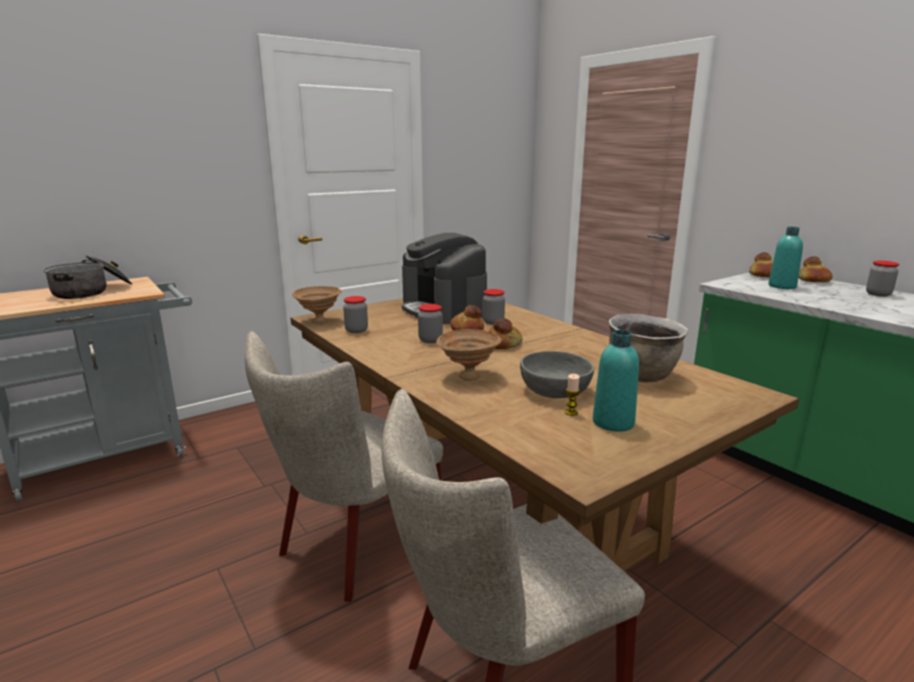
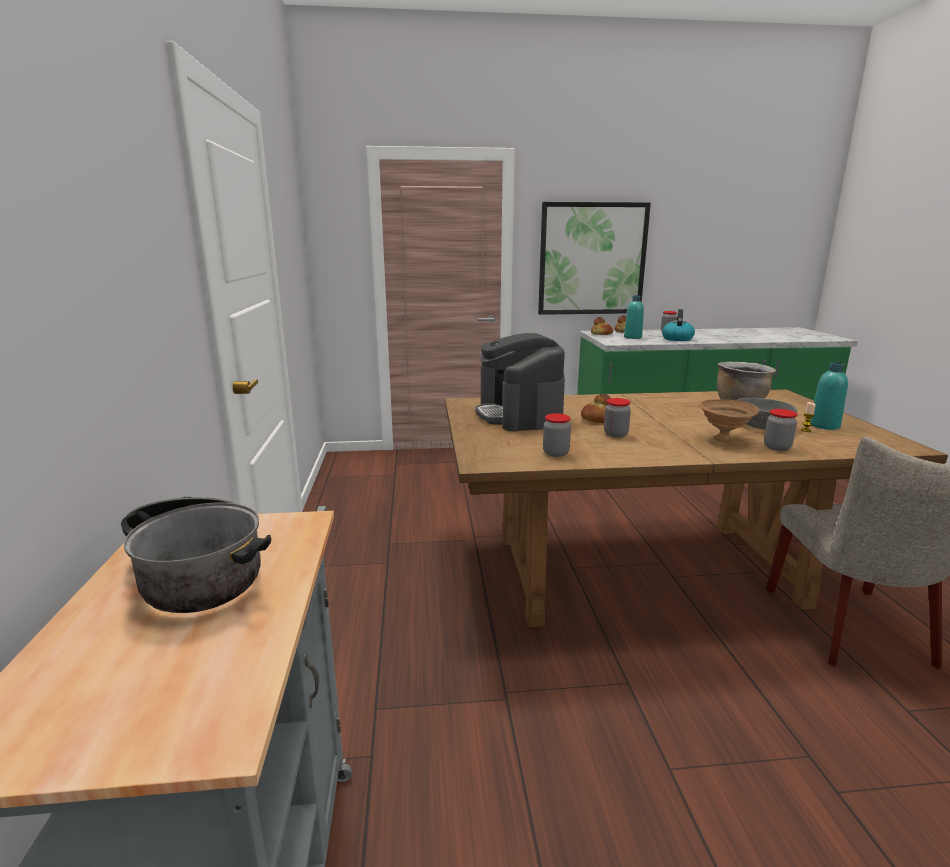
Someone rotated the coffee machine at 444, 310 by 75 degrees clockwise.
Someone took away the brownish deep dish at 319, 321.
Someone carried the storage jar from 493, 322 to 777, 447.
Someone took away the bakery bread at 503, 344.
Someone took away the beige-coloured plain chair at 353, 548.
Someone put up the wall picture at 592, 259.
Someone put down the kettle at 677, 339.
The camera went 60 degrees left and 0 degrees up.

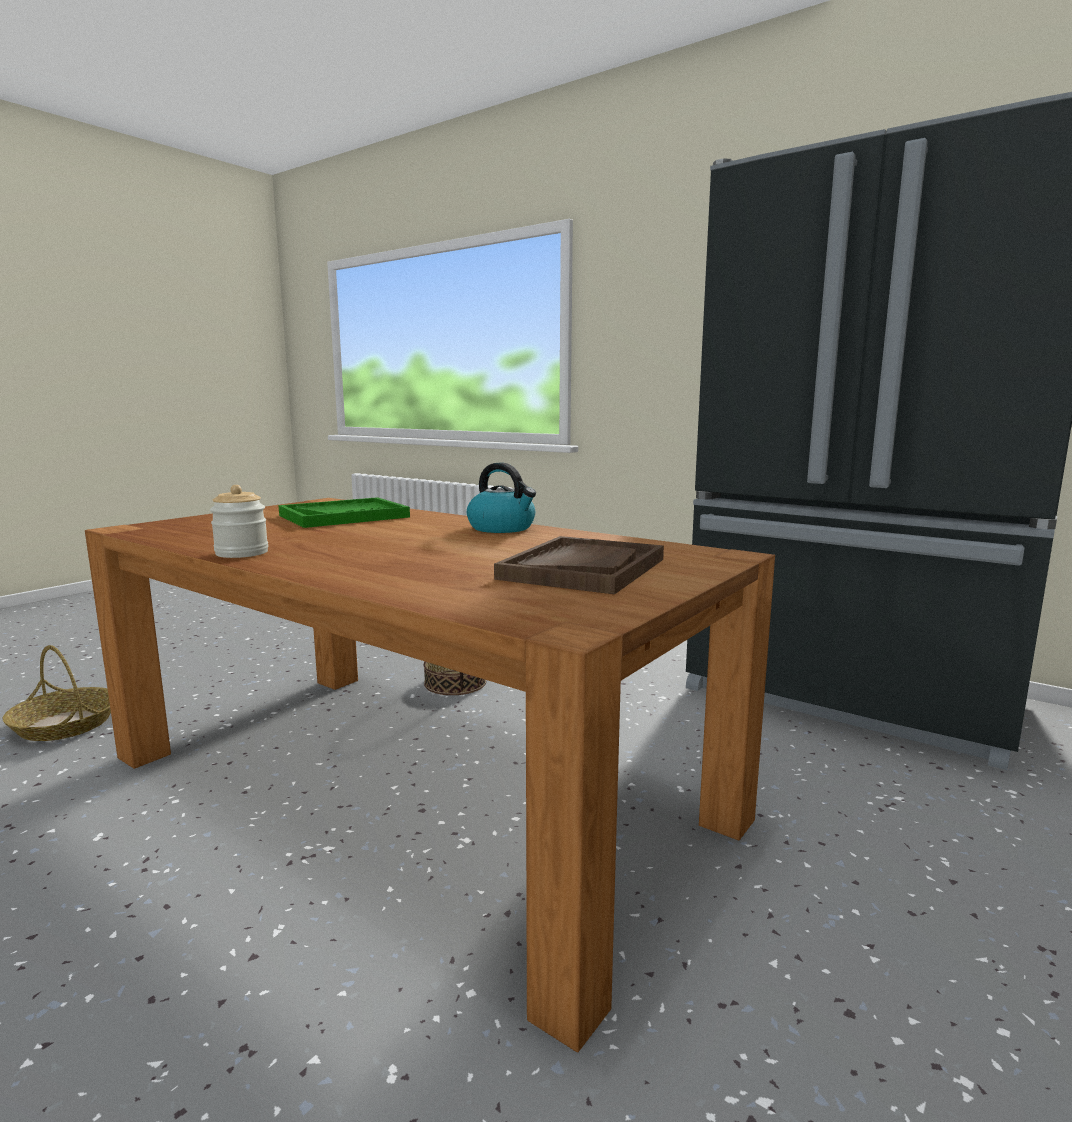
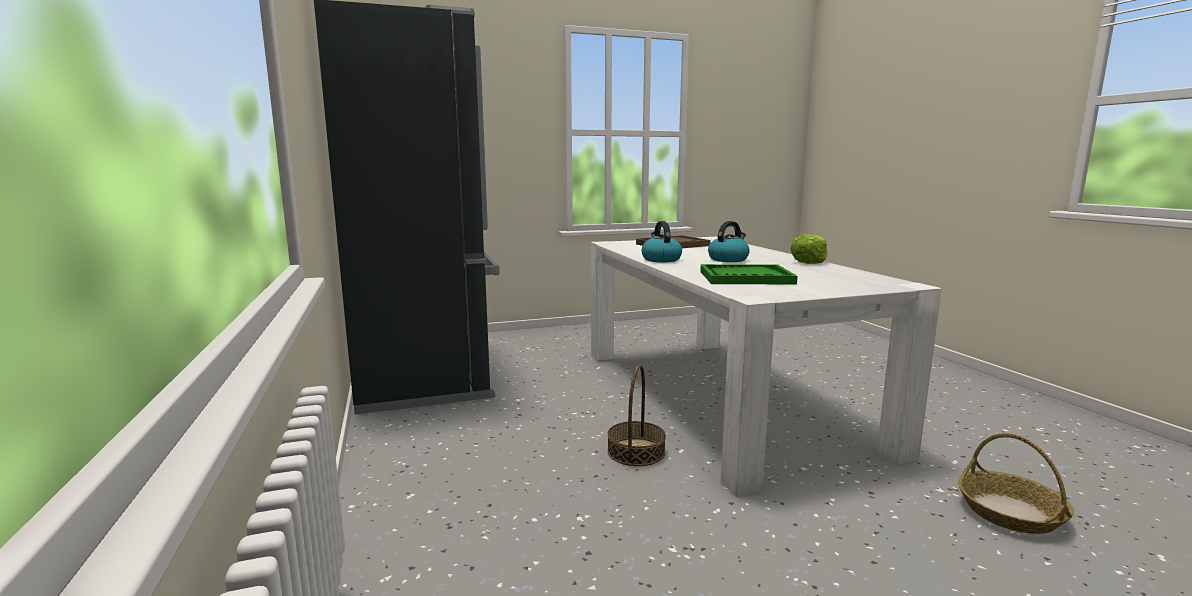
Someone swapped the storage jar at 242, 553 for the lettuce at 809, 262.
Someone repainted the brownish dinner table at 410, 787, which became the white dinner table at 719, 396.
Someone put down the kettle at 728, 259.
The camera went 145 degrees left and 0 degrees up.

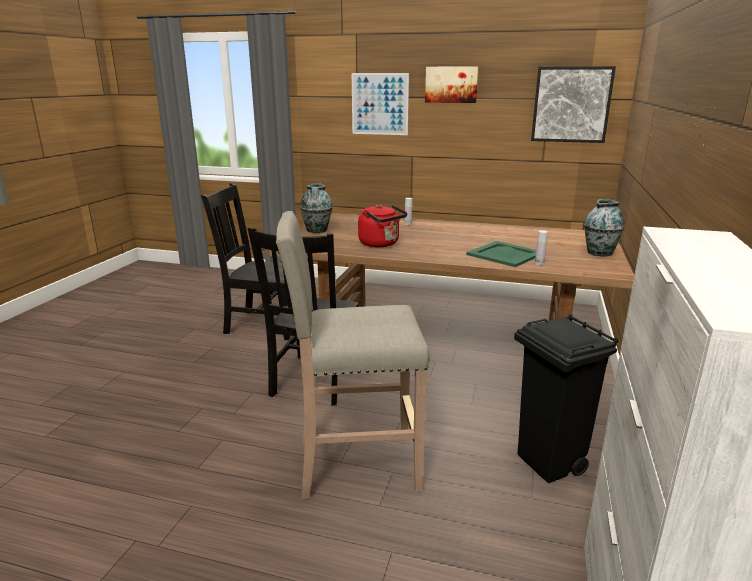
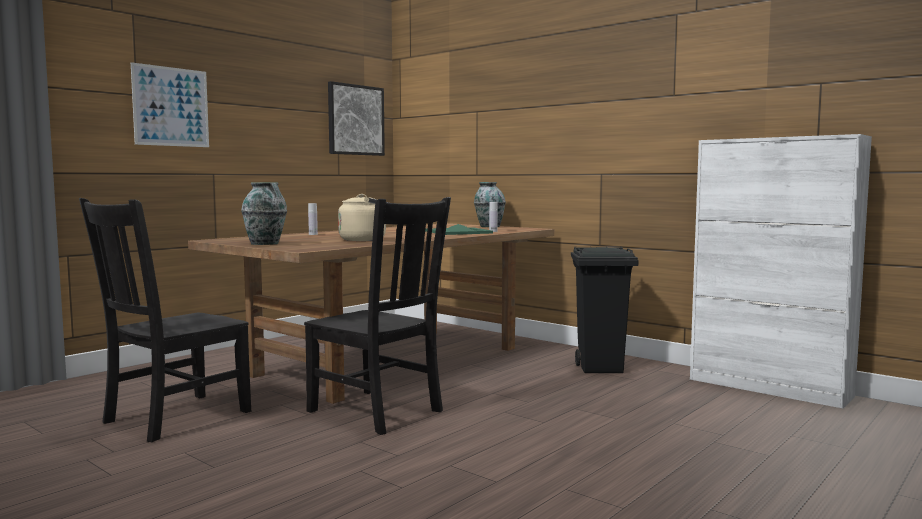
Someone took away the wall picture at 451, 84.
Someone repainted the red kettle at 381, 244, which became the beige-coloured kettle at 366, 240.
Someone took away the beige-coloured stool at 355, 463.
The camera went 65 degrees left and 15 degrees down.

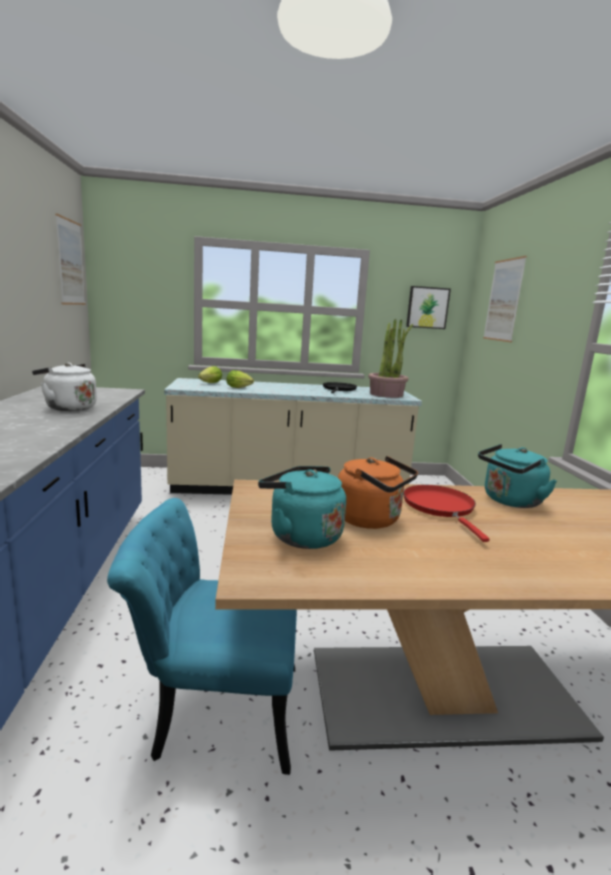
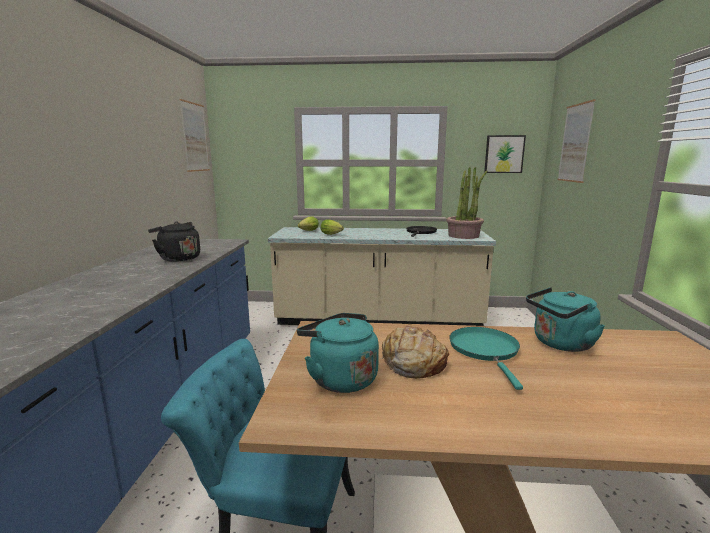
Someone repainted the white kettle at 68, 408, which became the black-coloured kettle at 178, 258.
Someone swapped the orange kettle at 371, 520 for the bakery bread at 412, 363.
Someone repainted the red pan at 440, 508, which became the turquoise pan at 485, 350.
The camera went 10 degrees right and 0 degrees up.

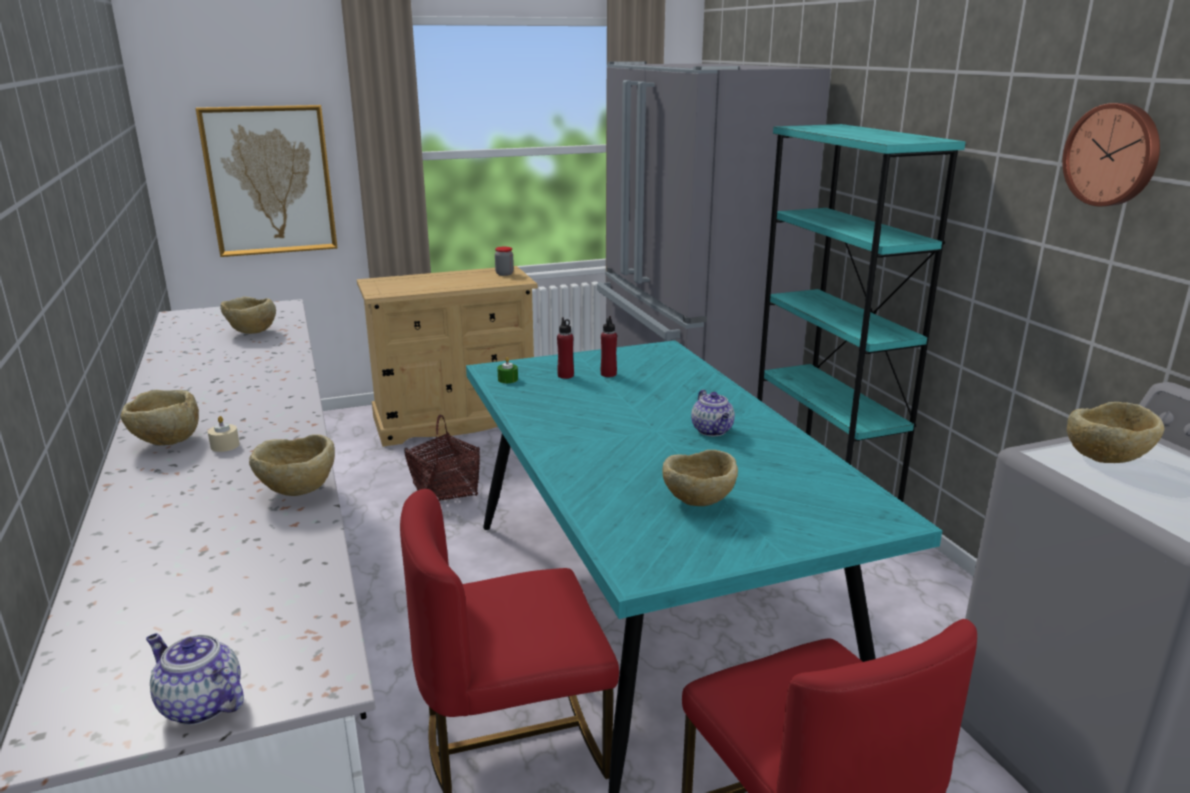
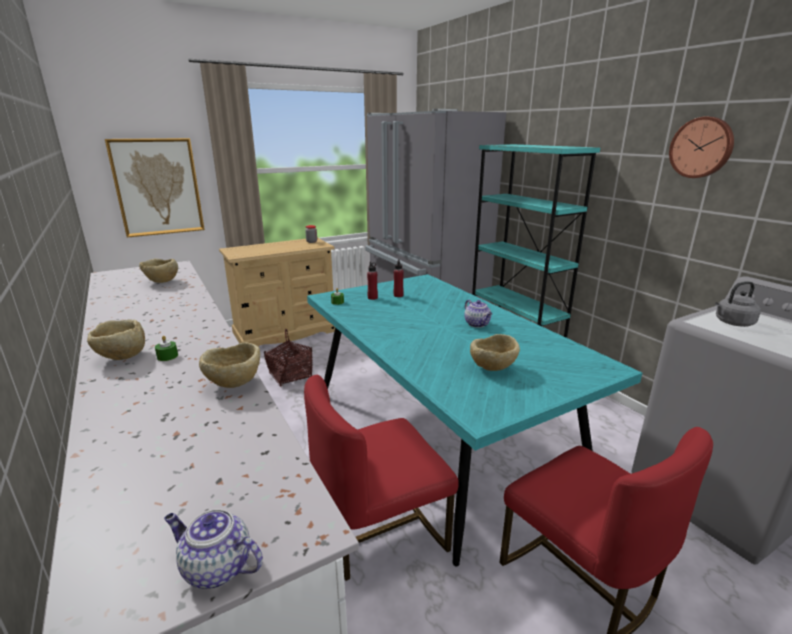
Someone swapped the beige-coloured deep dish at 1105, 461 for the greyish kettle at 732, 323.
Someone repainted the beige-coloured wax light at 225, 445, which became the green-coloured wax light at 167, 356.
The camera went 10 degrees left and 0 degrees up.

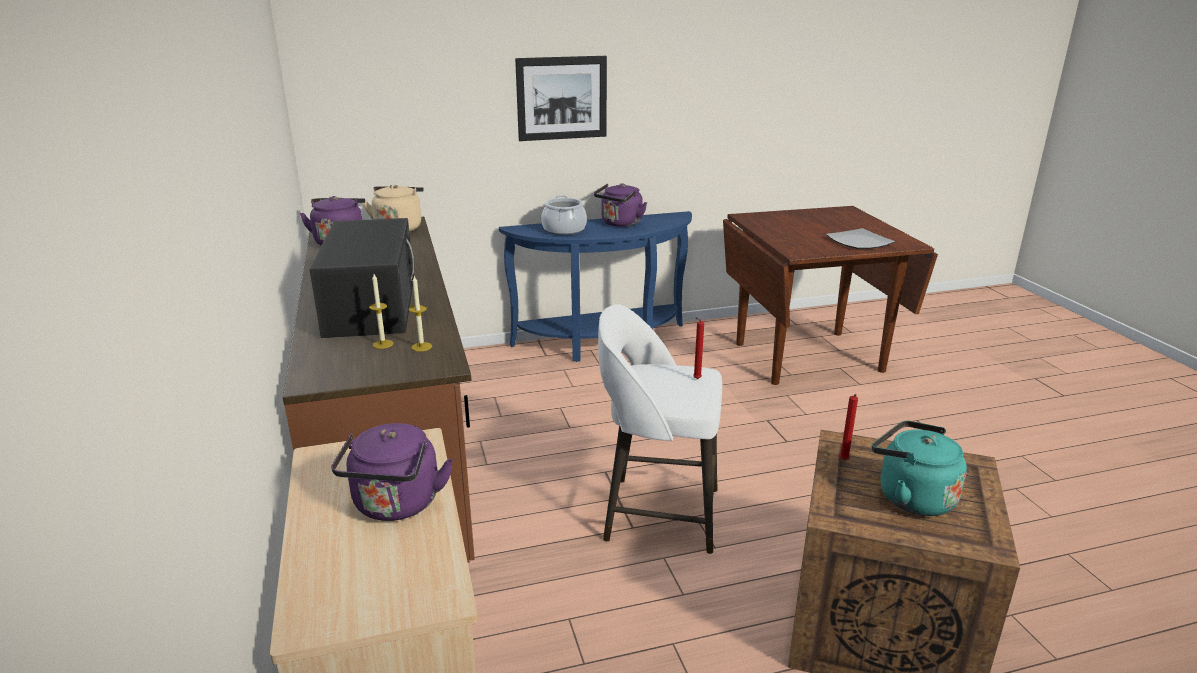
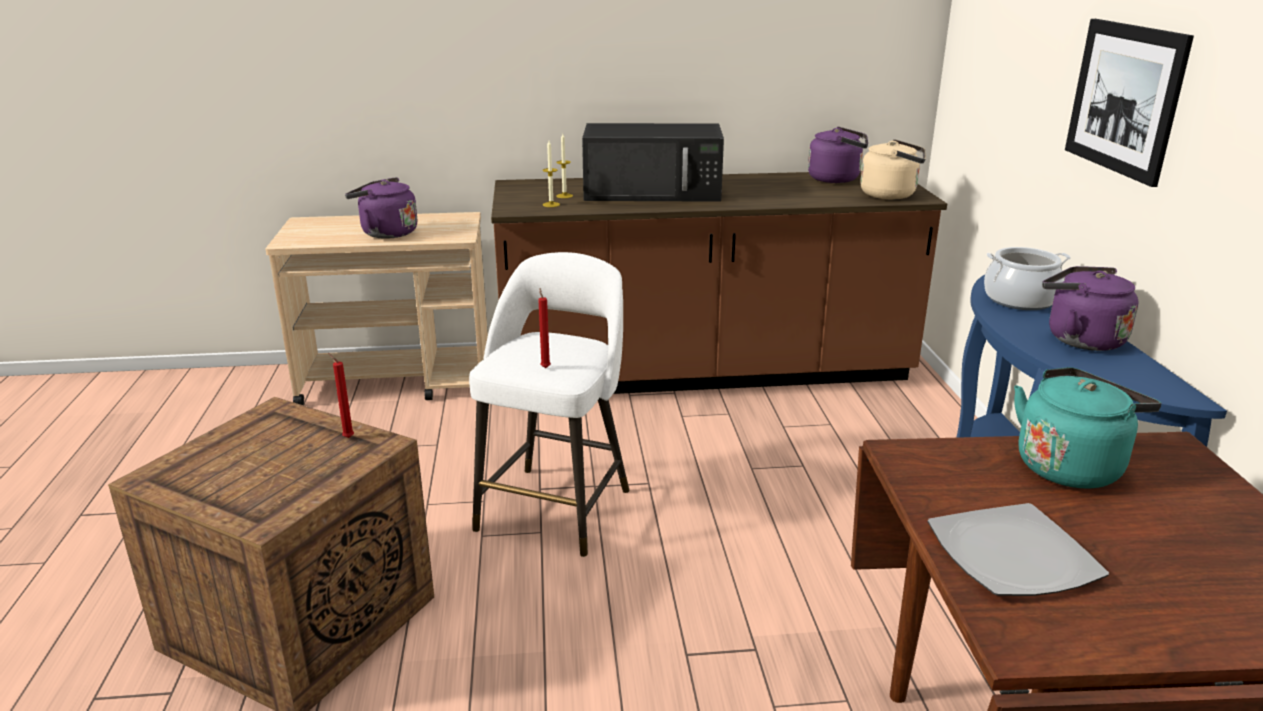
Someone carried the turquoise kettle from 910, 497 to 1071, 466.
The camera went 100 degrees right and 0 degrees up.

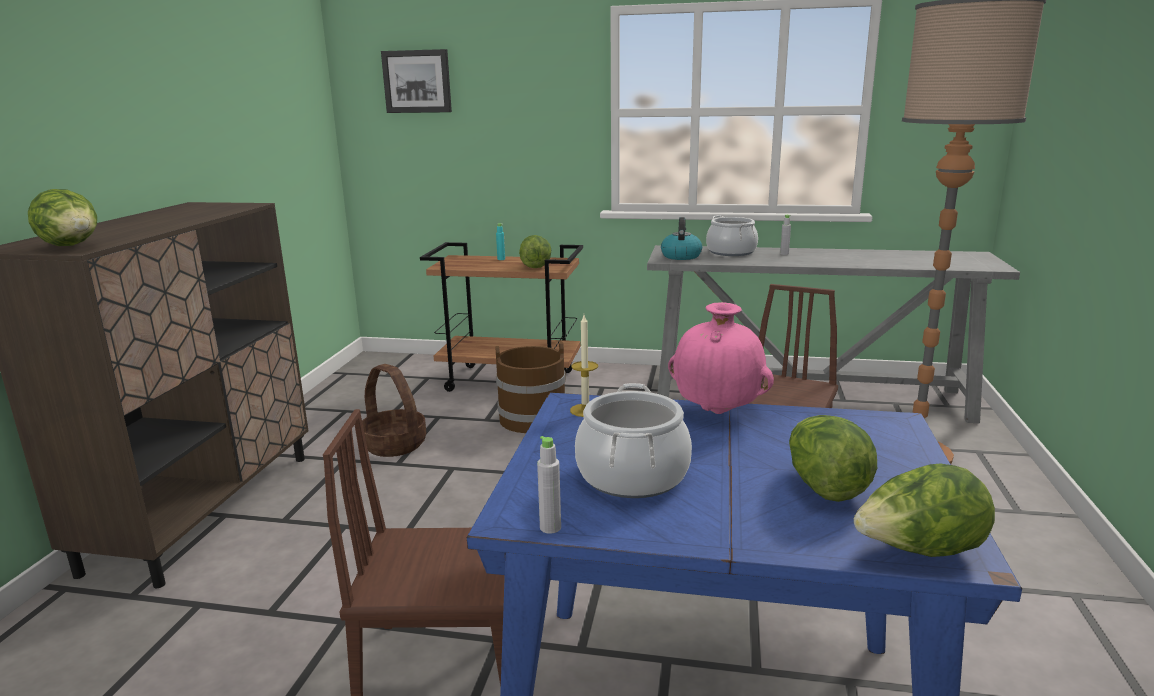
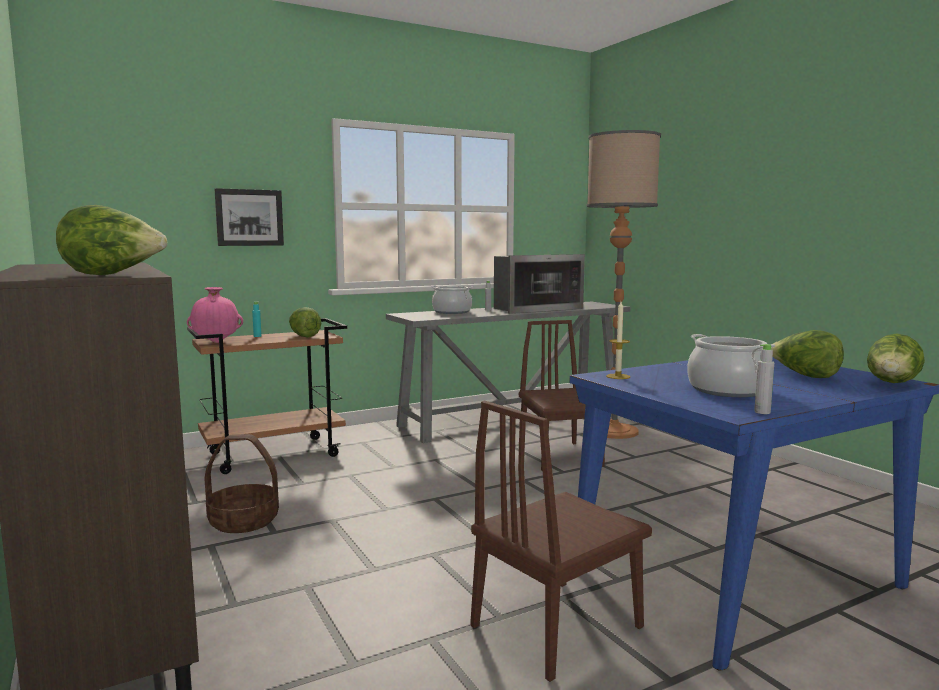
Someone carried the wall picture from 417, 81 to 249, 217.
Someone took away the kettle at 680, 256.
Someone carried the pink-coloured flower vase from 718, 412 to 216, 342.
Someone took away the brownish water bucket at 533, 418.
Someone put down the microwave oven at 534, 309.
The camera went 40 degrees left and 10 degrees down.

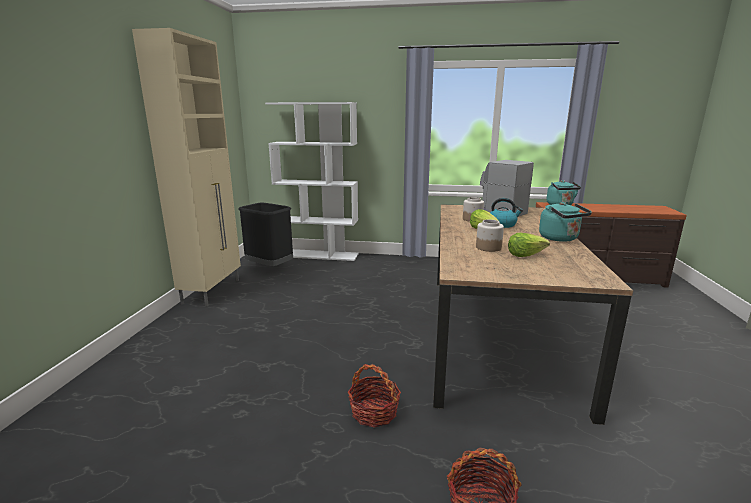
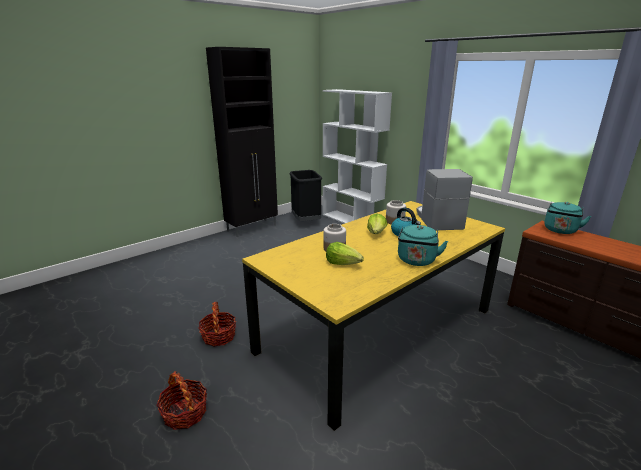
Someone repainted the beige-coloured storage cabinet at 213, 291, which became the black-coloured storage cabinet at 252, 228.
Someone repainted the brownish dinner table at 496, 333, which became the yellow dinner table at 378, 330.
The camera went 40 degrees right and 5 degrees up.

